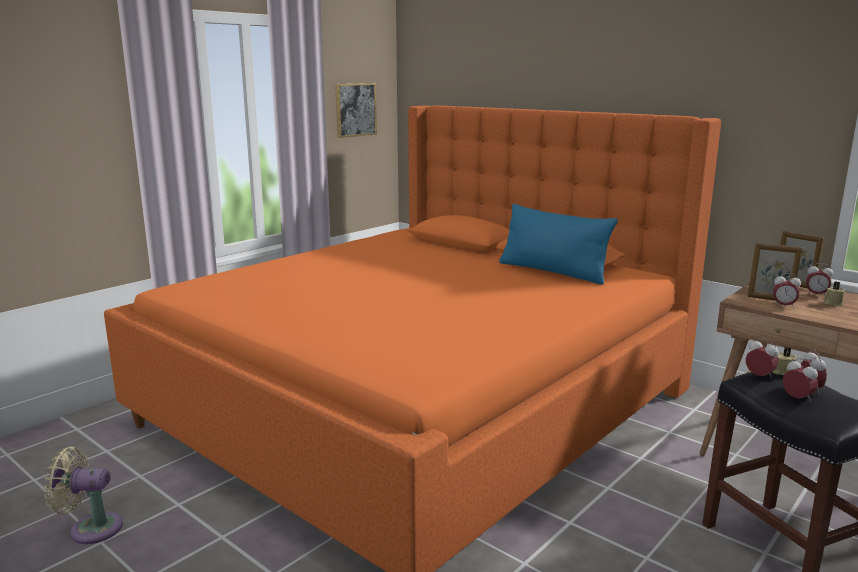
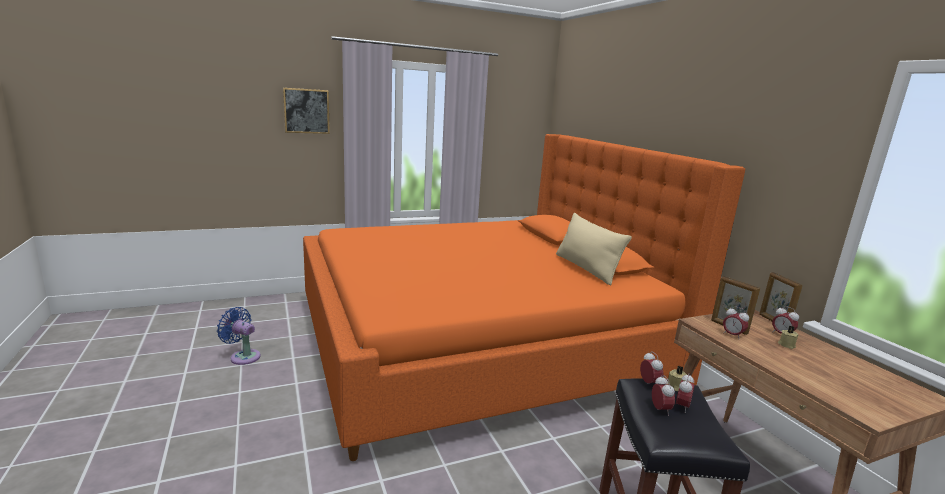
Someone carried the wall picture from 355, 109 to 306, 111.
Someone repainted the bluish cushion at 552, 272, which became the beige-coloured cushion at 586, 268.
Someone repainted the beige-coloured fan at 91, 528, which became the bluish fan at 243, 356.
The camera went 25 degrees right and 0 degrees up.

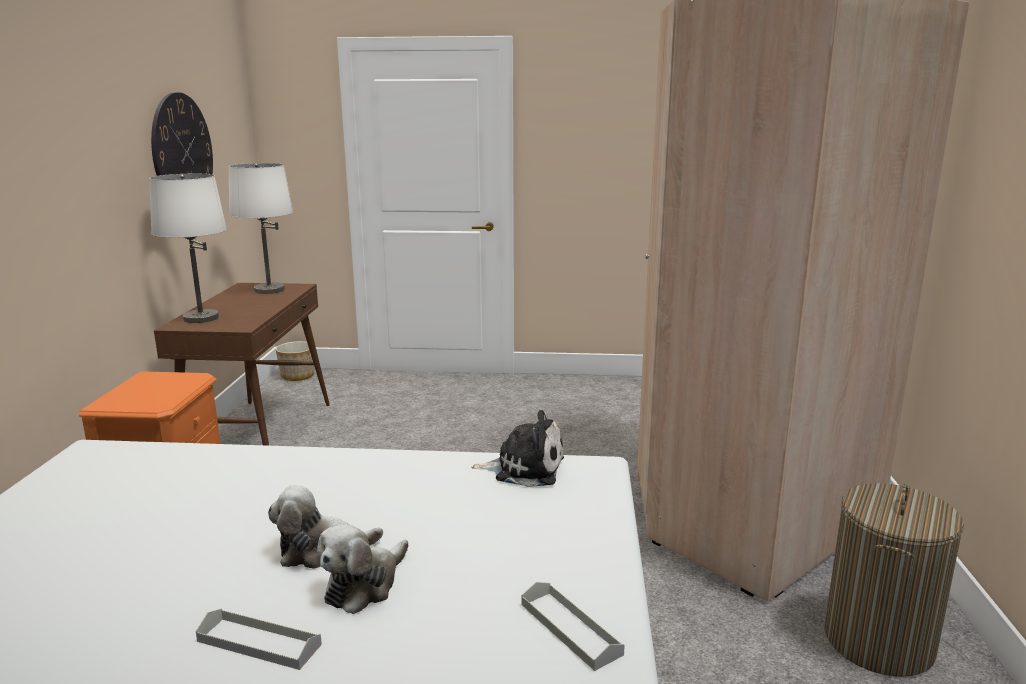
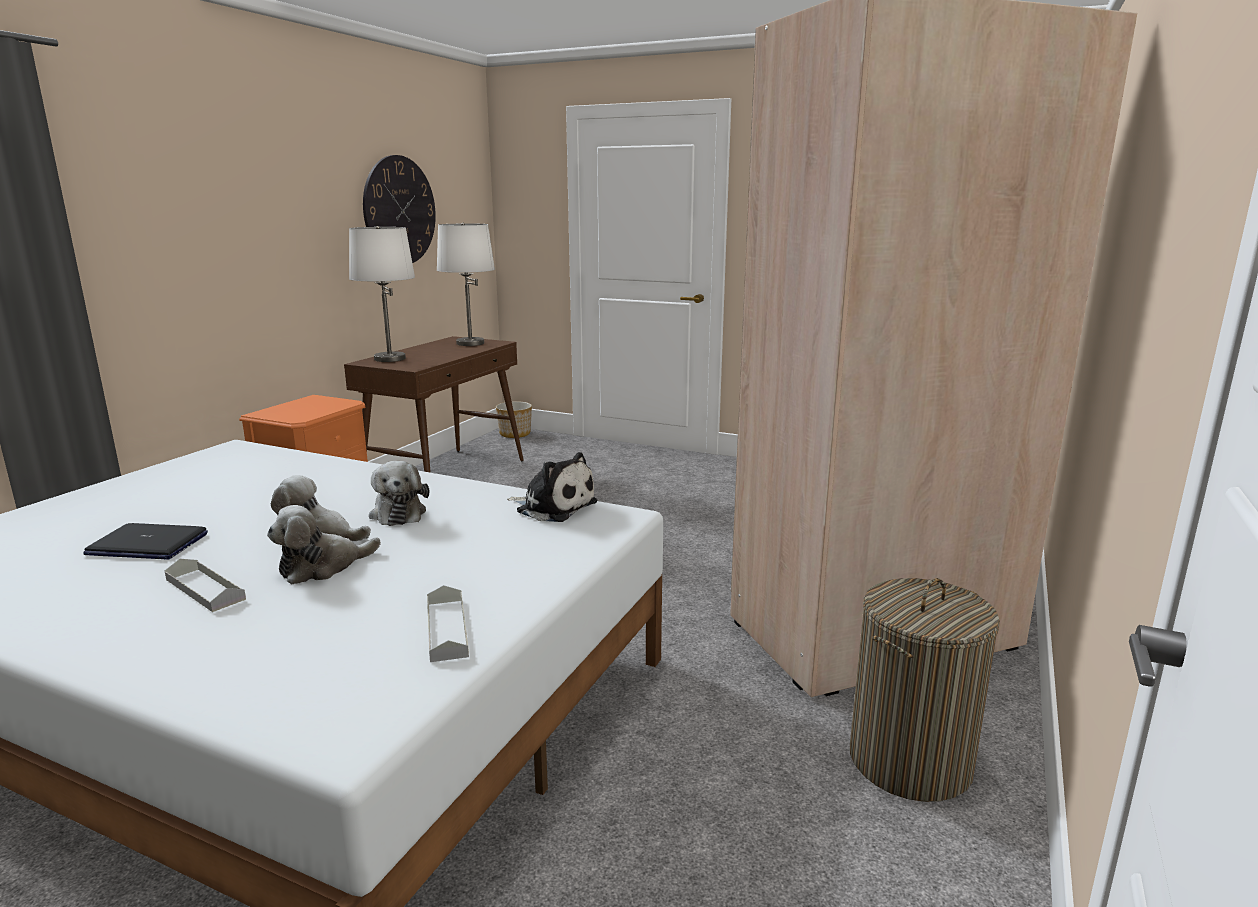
Someone put down the cuddly toy at 398, 513.
Someone put down the laptop at 147, 544.
The camera went 20 degrees right and 0 degrees up.

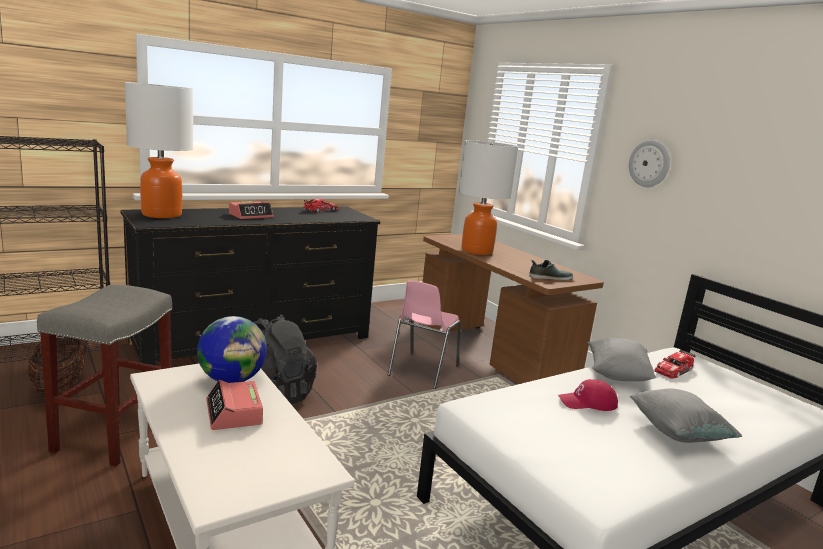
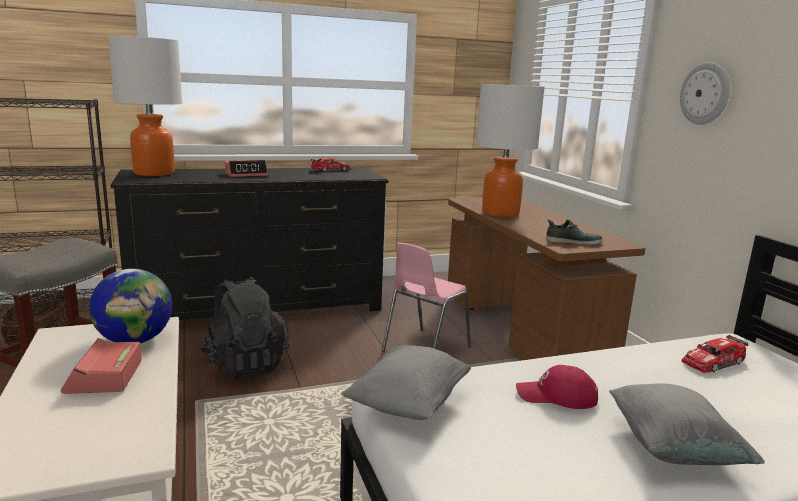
Someone carried the greyish cushion from 617, 374 to 408, 404.
The camera went 15 degrees right and 0 degrees up.

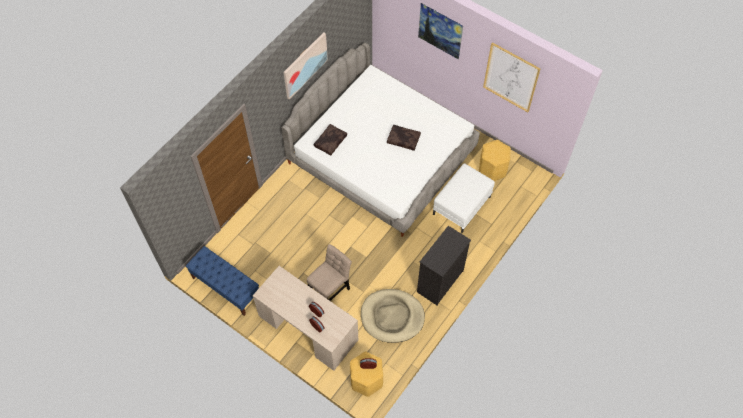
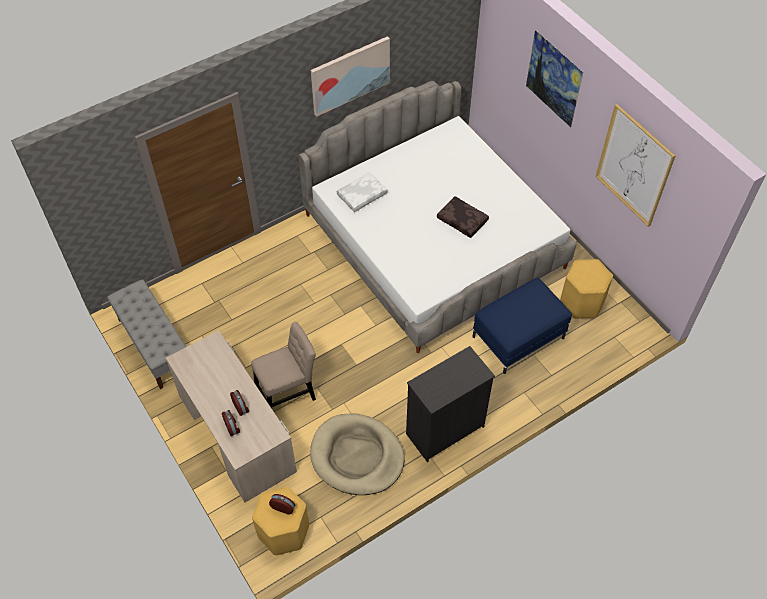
Someone repainted the brownish cushion at 330, 141, which became the white cushion at 362, 195.
Someone repainted the white pouffe at 461, 205, which became the bluish pouffe at 518, 336.
Someone repainted the bluish long seat at 226, 287, which became the greyish long seat at 155, 345.
The camera went 20 degrees right and 5 degrees down.

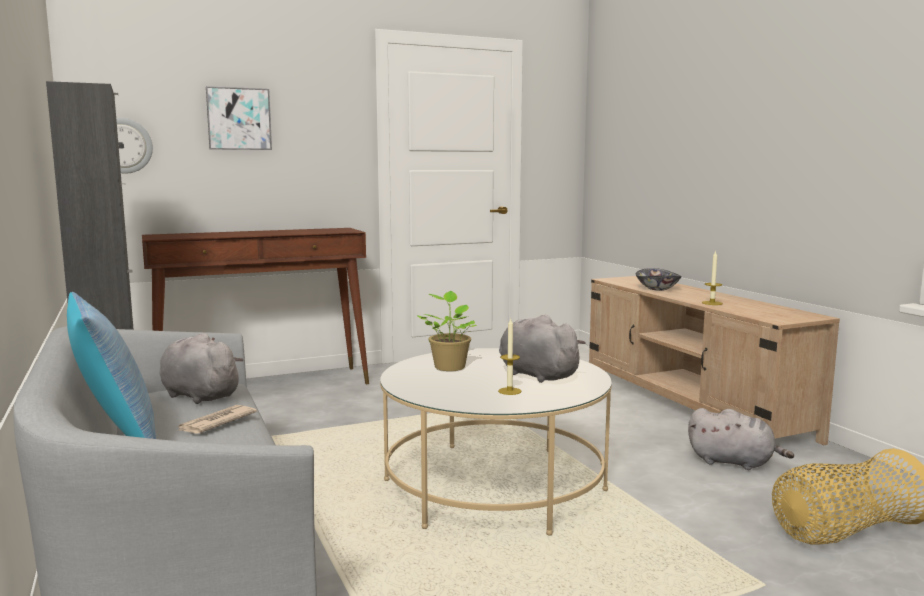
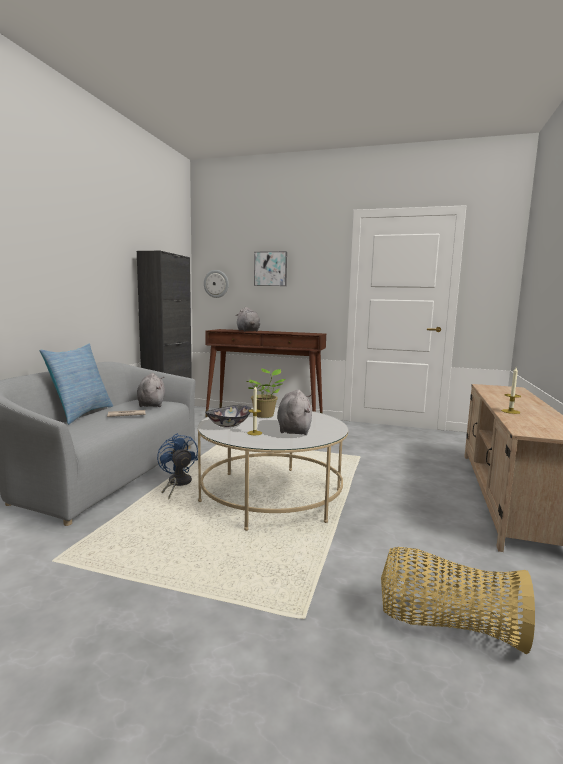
Someone carried the deep dish from 658, 289 to 229, 425.
Someone carried the greyish cuddly toy from 734, 462 to 248, 331.
Someone put down the bluish fan at 177, 484.
The camera went 40 degrees right and 0 degrees up.

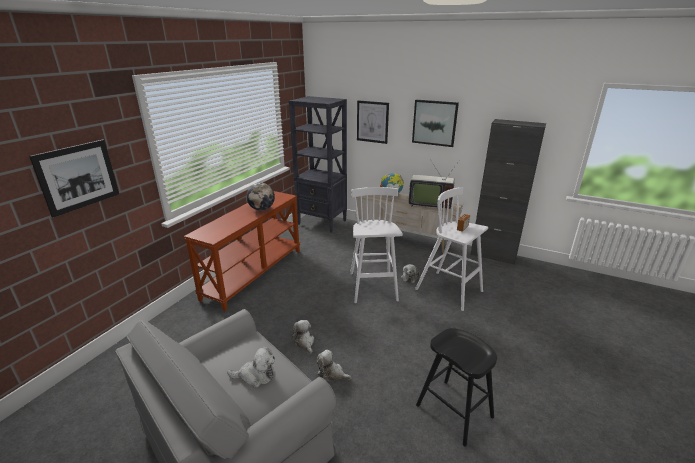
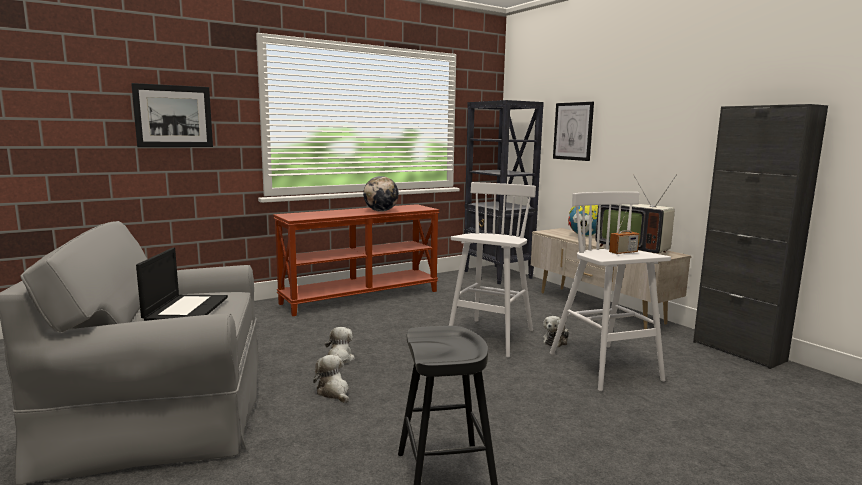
Someone took away the wall picture at 434, 123.
Someone swapped the cuddly toy at 255, 376 for the laptop at 186, 308.
The camera went 30 degrees right and 15 degrees down.

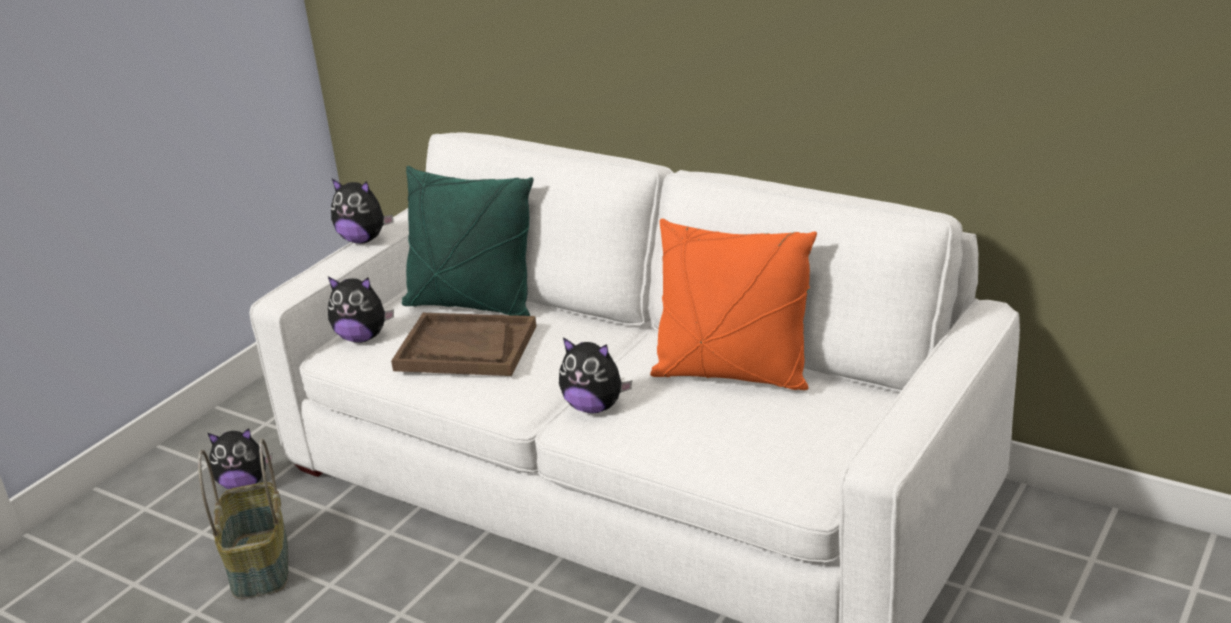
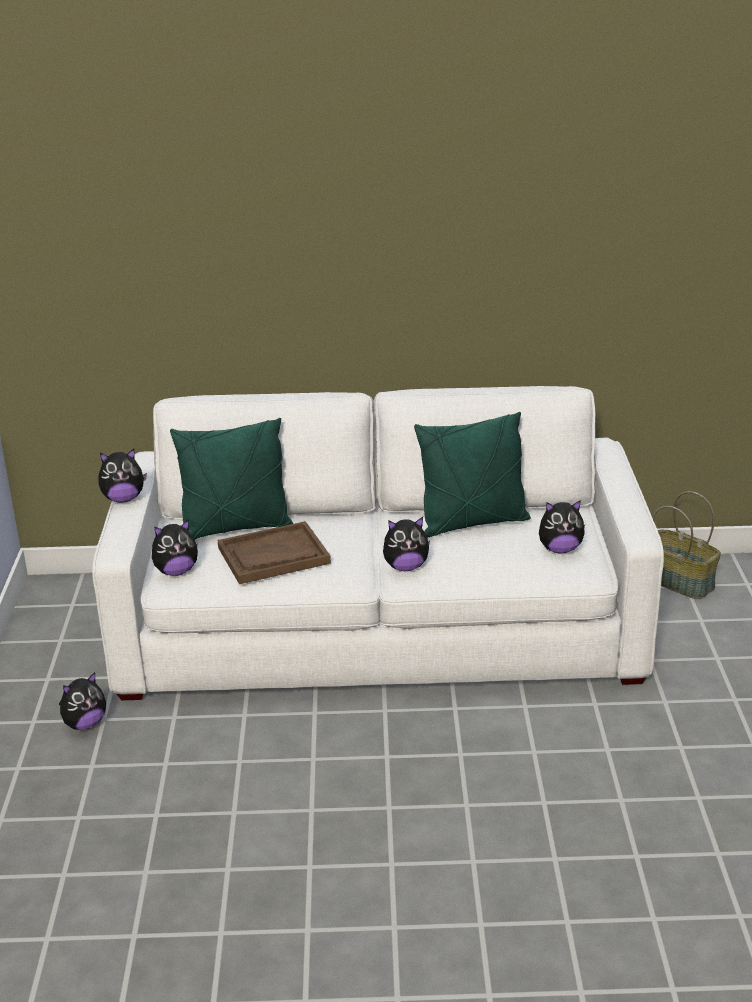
Someone repainted the orange cushion at 732, 374, which became the green-coloured cushion at 472, 523.
Someone carried the household basket from 261, 564 to 679, 581.
Someone put down the cuddly toy at 560, 549.
The camera went 35 degrees left and 0 degrees up.

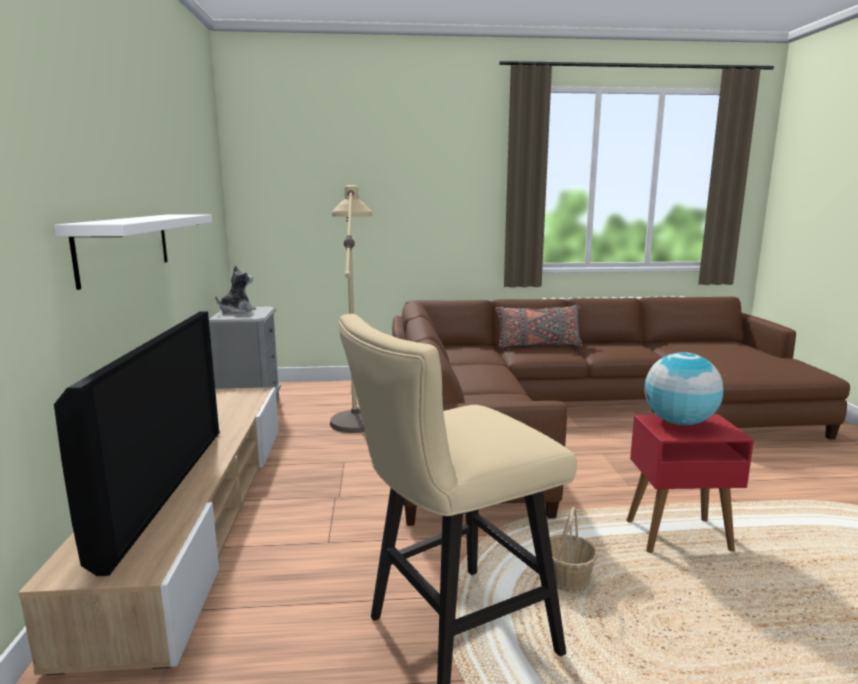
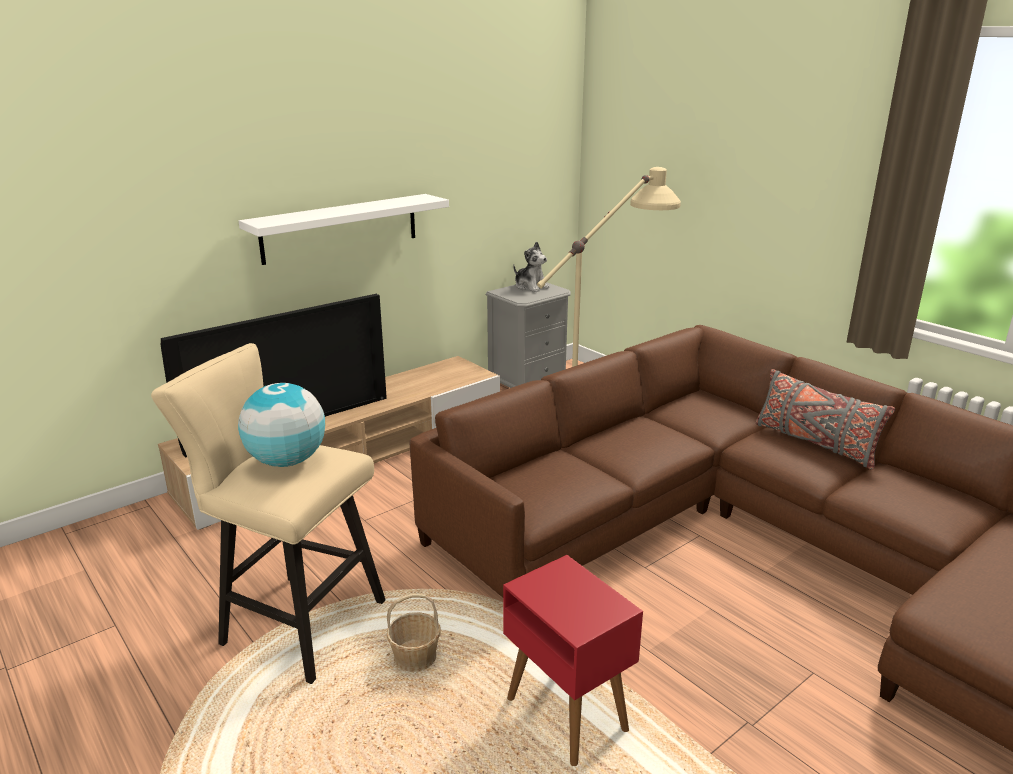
Someone rotated the cuddly toy at 236, 310 by 45 degrees clockwise.
Someone carried the world globe from 679, 422 to 287, 461.
The camera went 55 degrees right and 10 degrees up.

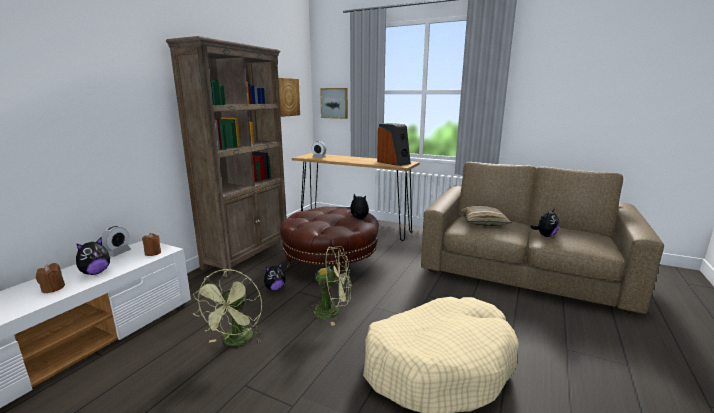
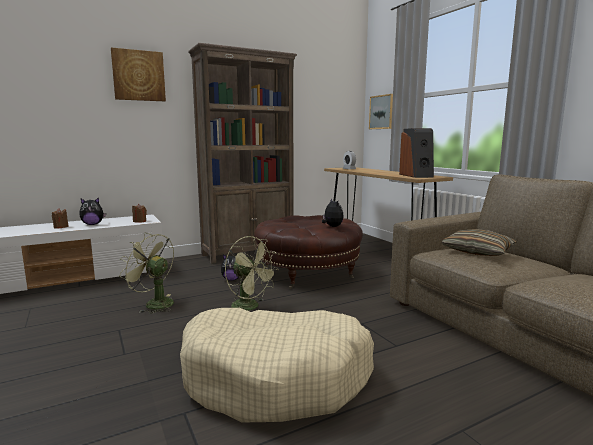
Someone carried the wall picture from 286, 97 to 138, 75.
Someone took away the cuddly toy at 545, 235.
Someone took away the bedside clock at 118, 253.
Someone rotated the green-coloured fan at 236, 342 by 75 degrees clockwise.
The camera went 35 degrees right and 5 degrees down.

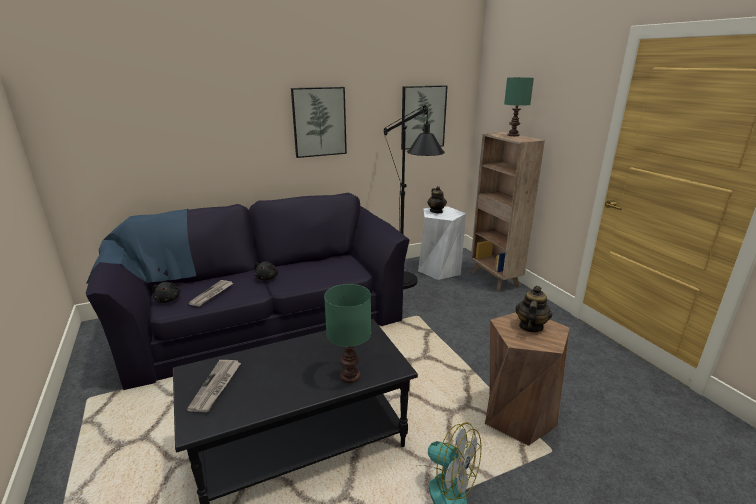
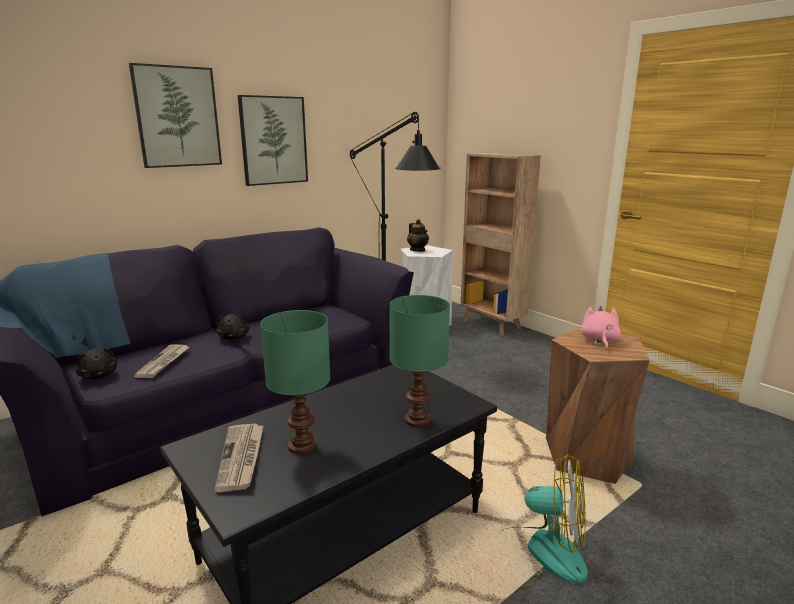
Someone carried the green-coloured lamp for a table from 512, 135 to 301, 445.
Someone carried the wall picture from 423, 117 to 177, 117.
Someone swapped the pot for tea at 530, 326 for the pink-coloured cuddly toy at 599, 341.
The camera went 15 degrees left and 5 degrees down.

